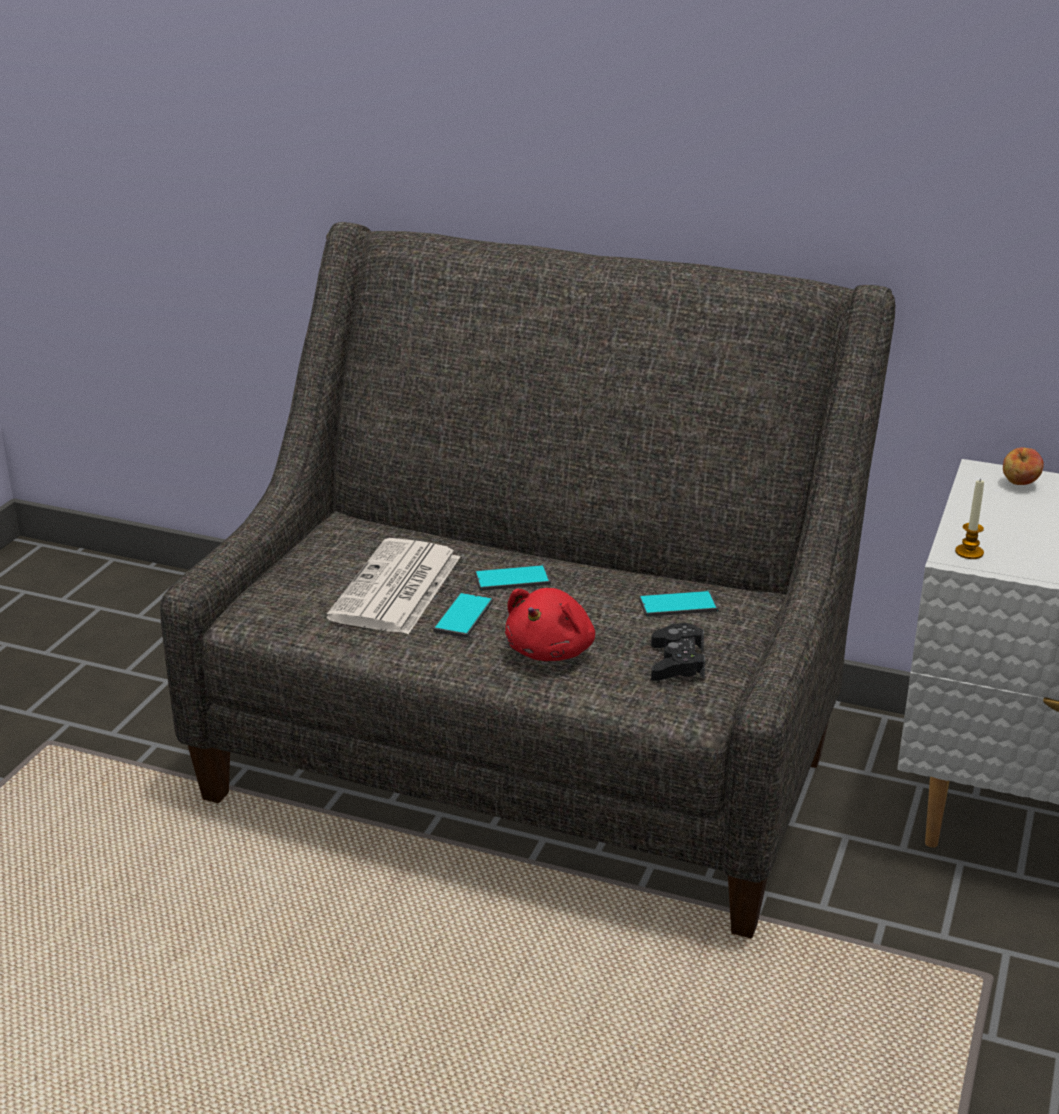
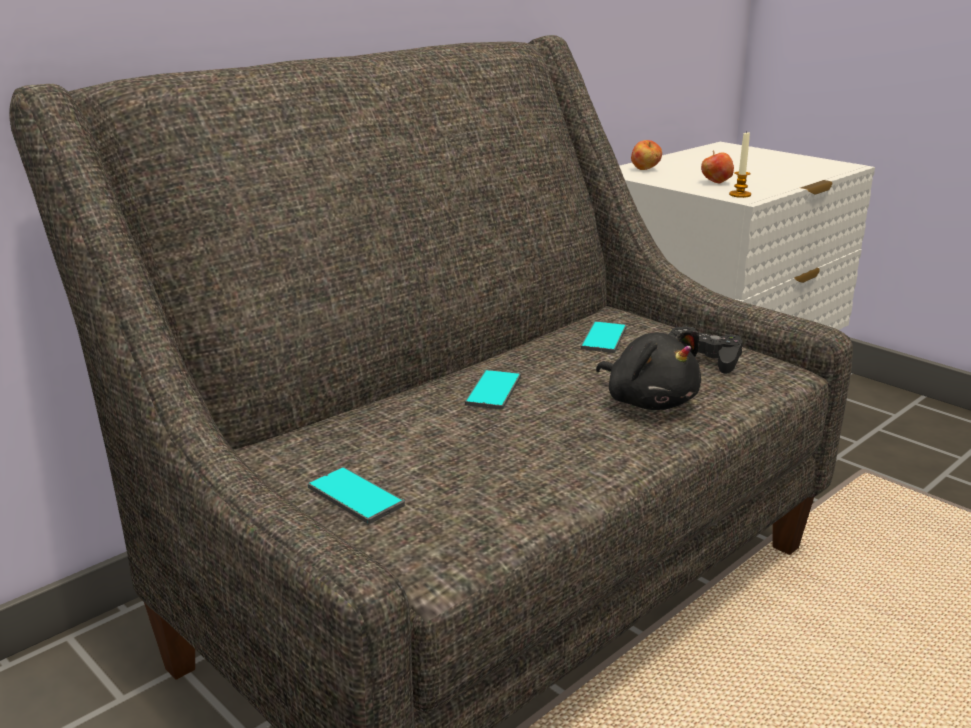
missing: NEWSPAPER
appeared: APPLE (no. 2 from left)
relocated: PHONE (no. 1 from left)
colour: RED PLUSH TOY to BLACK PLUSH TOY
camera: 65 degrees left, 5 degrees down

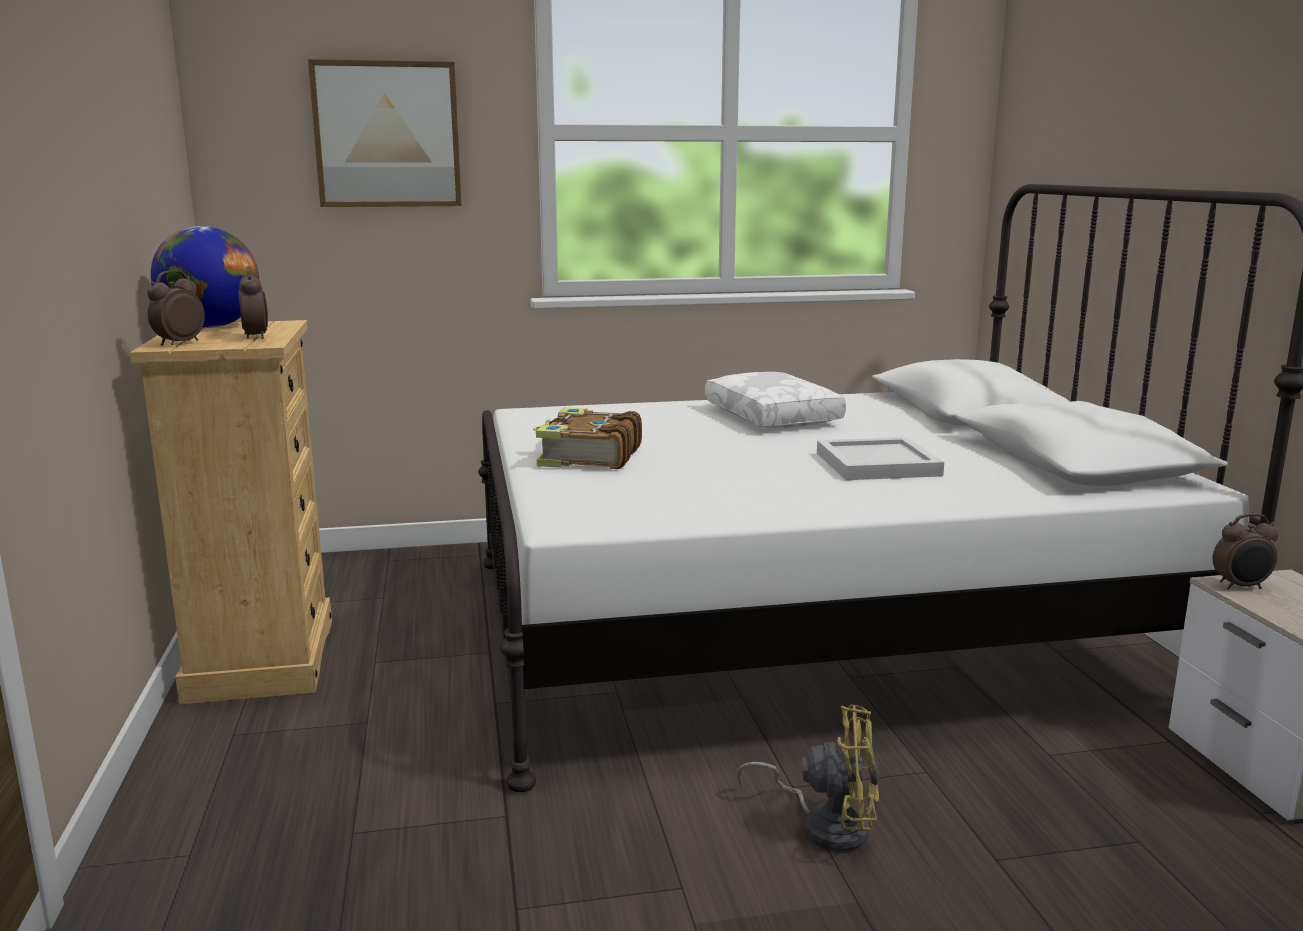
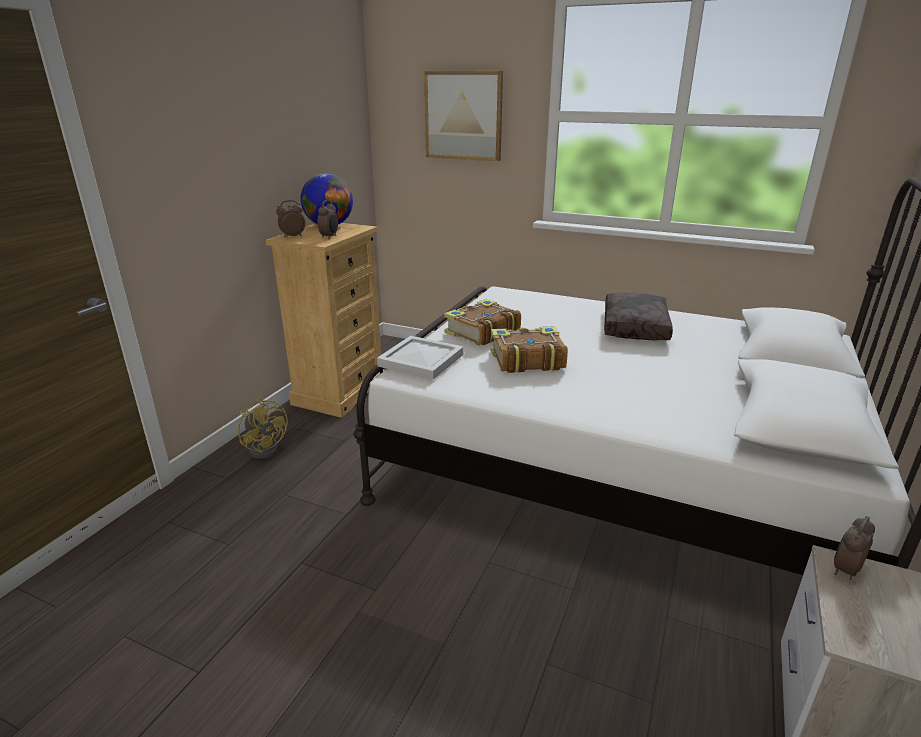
appeared: BOOK (no. 2 from left)
relocated: YELLOW FAN; WHITE TRAY
colour: WHITE PILLOW to BROWN PILLOW
spun: ALARM CLOCK (no. 3 from left) 105 degrees clockwise
camera: 35 degrees right, 10 degrees up

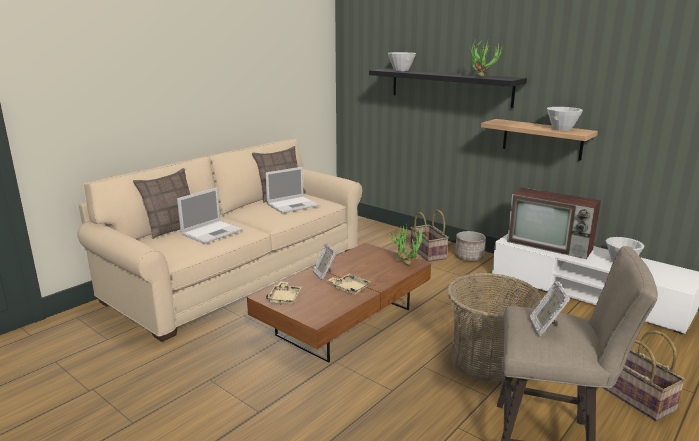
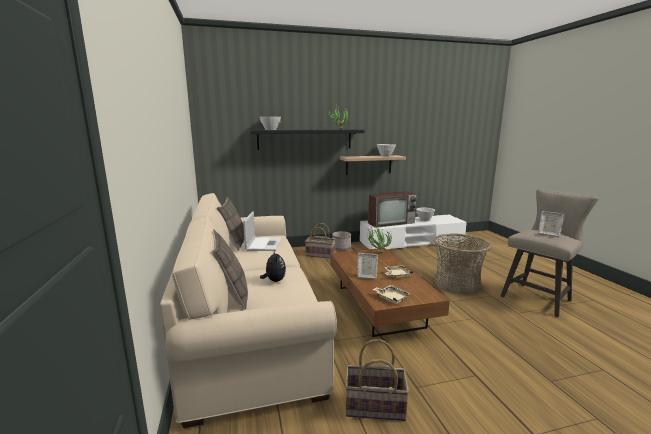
relocated: BASKET (no. 3 from left in the first image) to BASKET (no. 2 from left)
exchanged: LAPTOP (no. 1 from left) to PLUSH TOY
camera: 55 degrees left, 5 degrees down

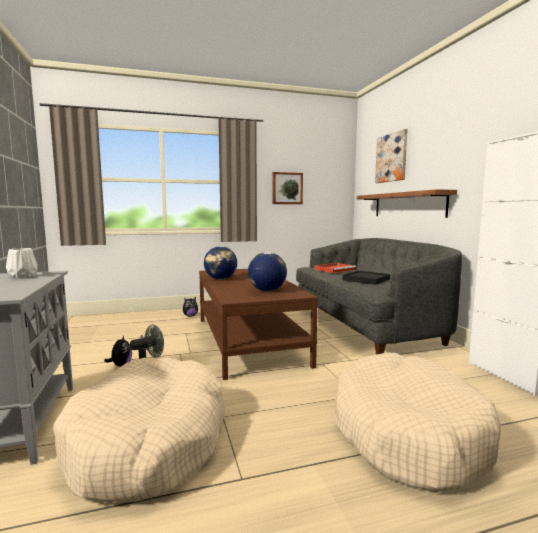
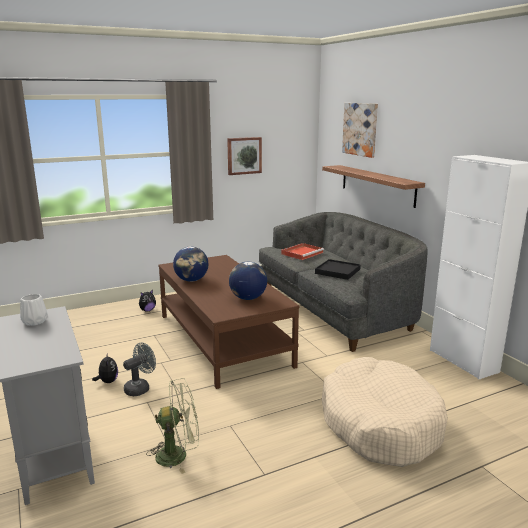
exchanged: BEIGE DOG BED (no. 1 from left) to GREEN FAN
camera: 10 degrees left, 10 degrees up

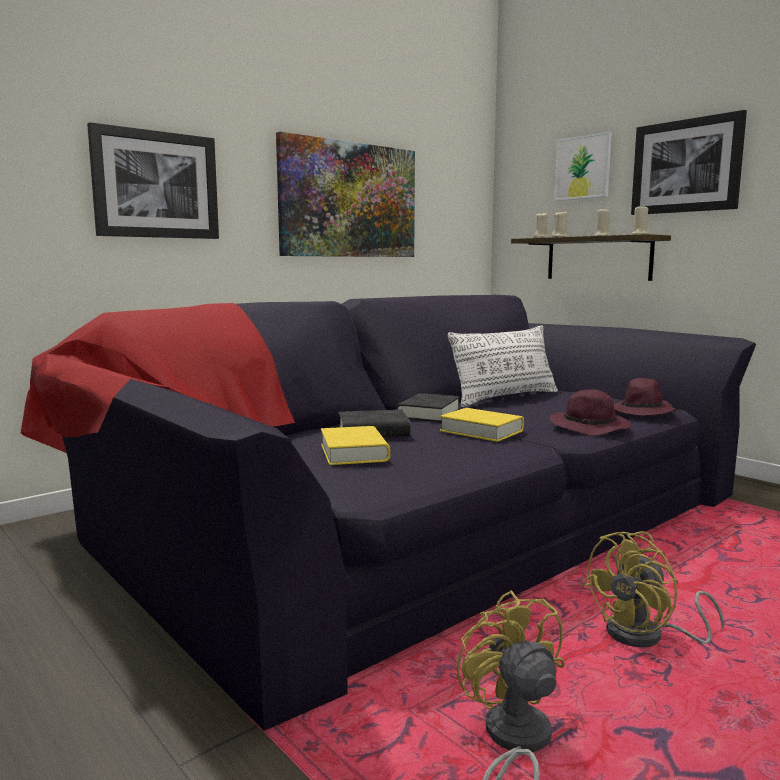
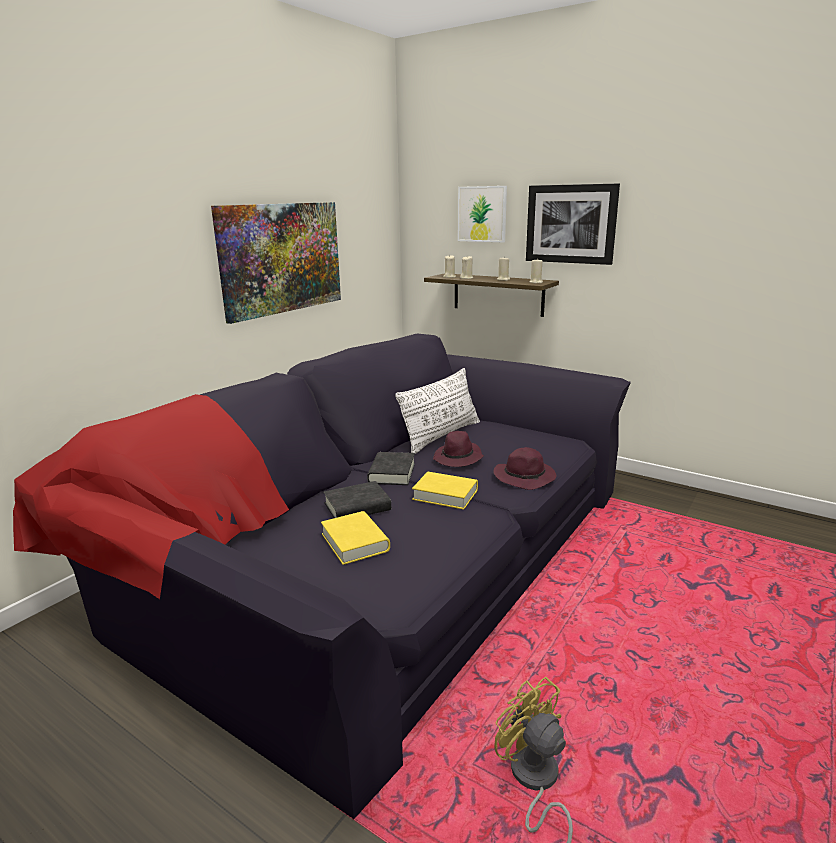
missing: PICTURE (no. 1 from left); YELLOW FAN (no. 2 from left)
relocated: PURPLE HAT (no. 2 from left in the first image) to PURPLE HAT (no. 1 from left)
camera: 15 degrees left, 10 degrees up

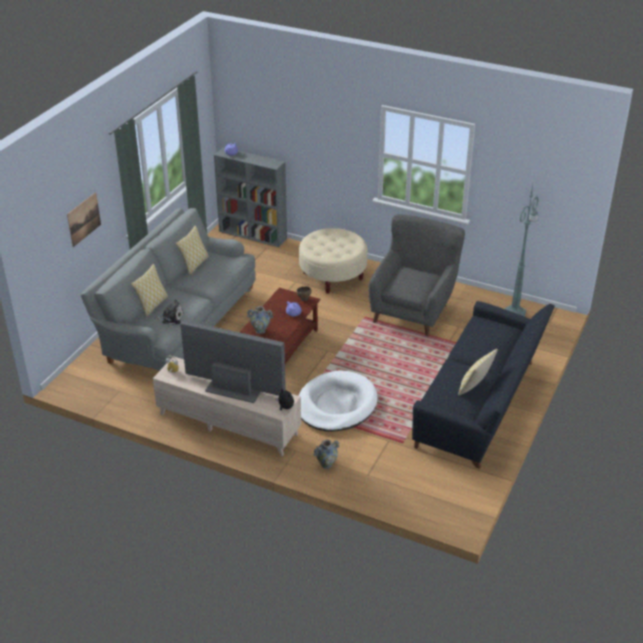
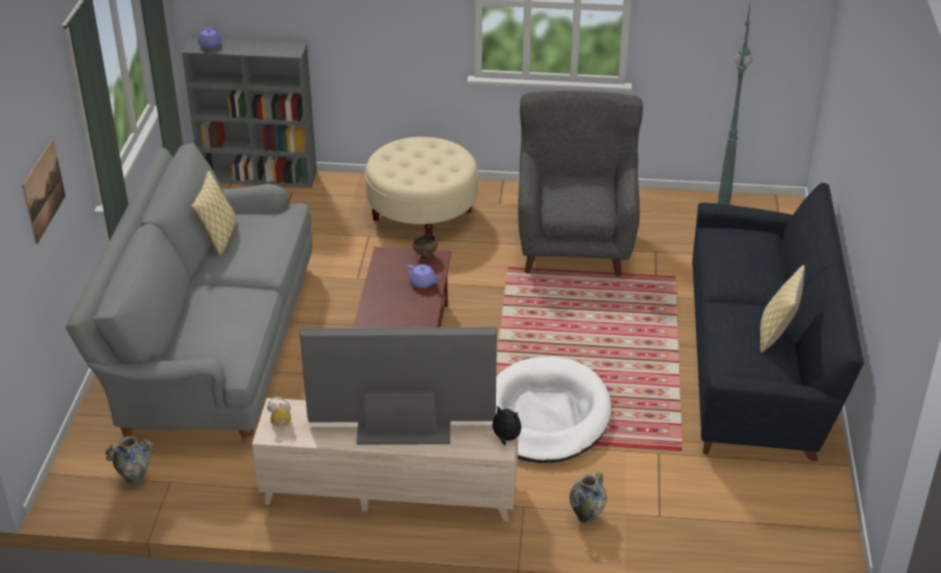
missing: PILLOW (no. 1 from left); PLUSH TOY (no. 1 from left)
relocated: VASE (no. 1 from left)
camera: 20 degrees left, 0 degrees up

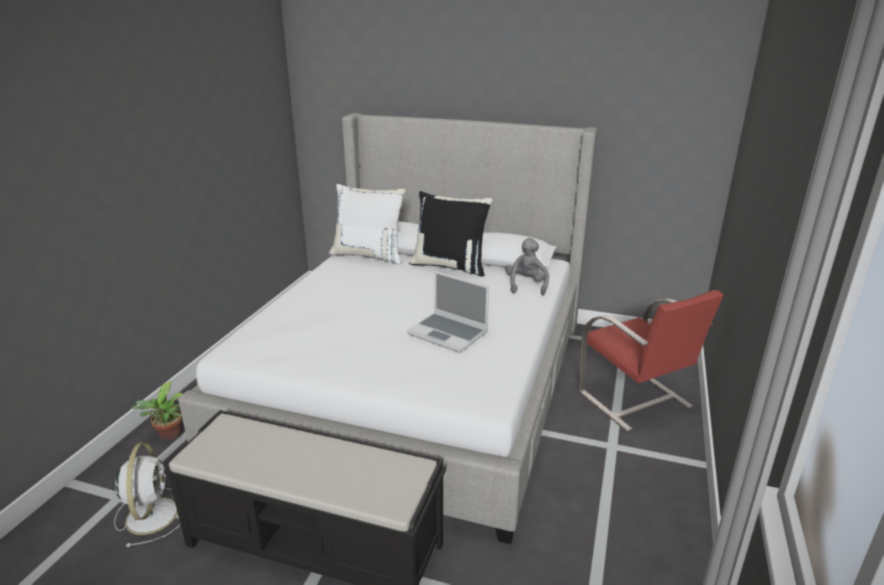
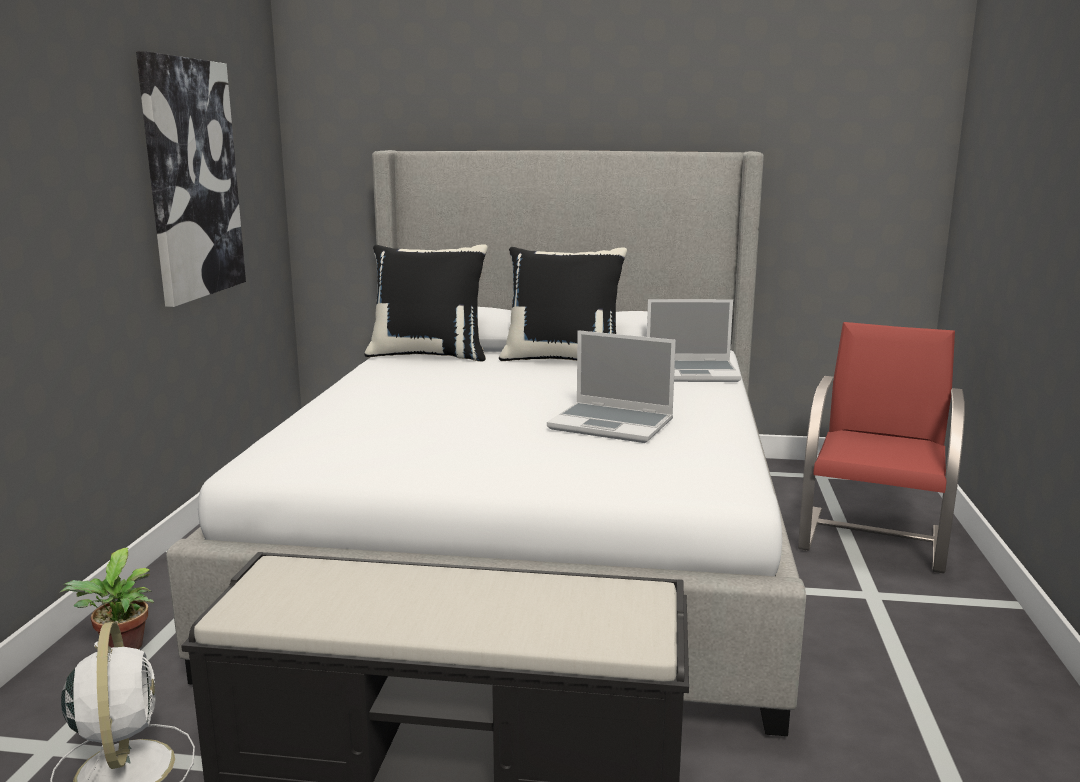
appeared: PICTURE
exchanged: GREY PLUSH TOY to LAPTOP (no. 2 from left)
colour: WHITE PILLOW to BLACK PILLOW (no. 1 from left)
spun: RED CHAIR 120 degrees counterclockwise
camera: 10 degrees left, 10 degrees down

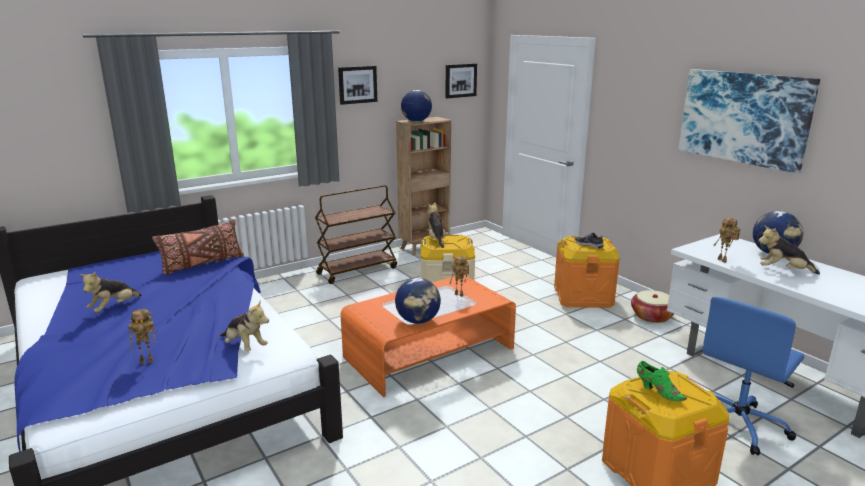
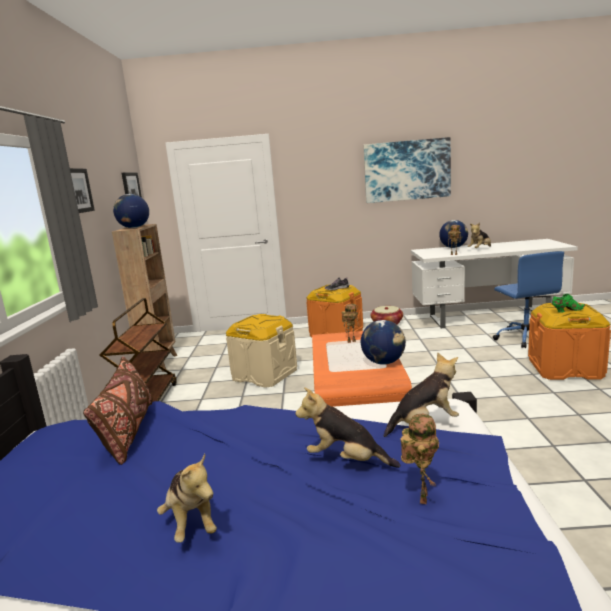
relocated: PLUSH TOY (no. 3 from left in the first image) to PLUSH TOY (no. 2 from left)
camera: 55 degrees left, 5 degrees down

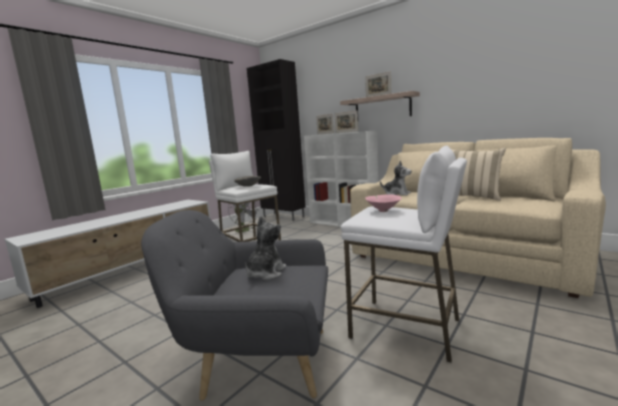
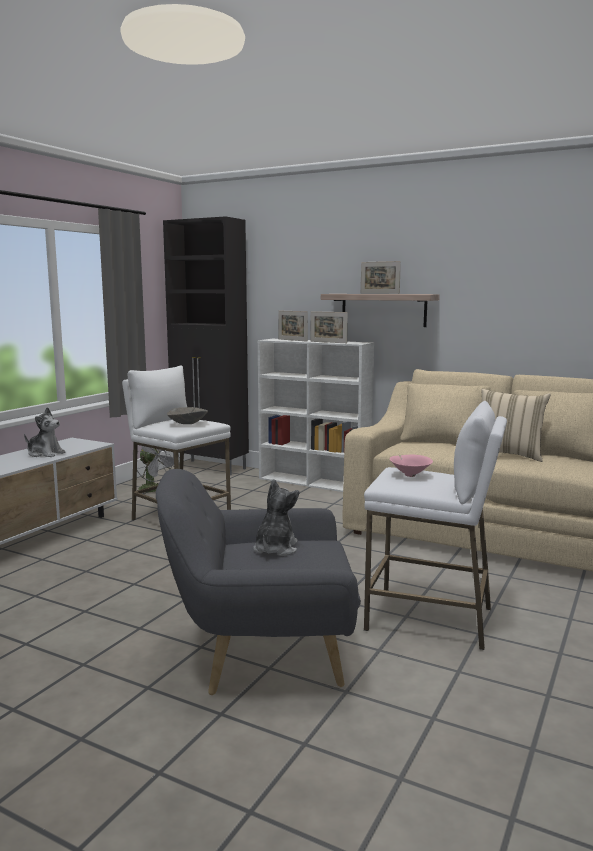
relocated: PLUSH TOY (no. 2 from left in the first image) to PLUSH TOY (no. 1 from left)
camera: 10 degrees left, 0 degrees up

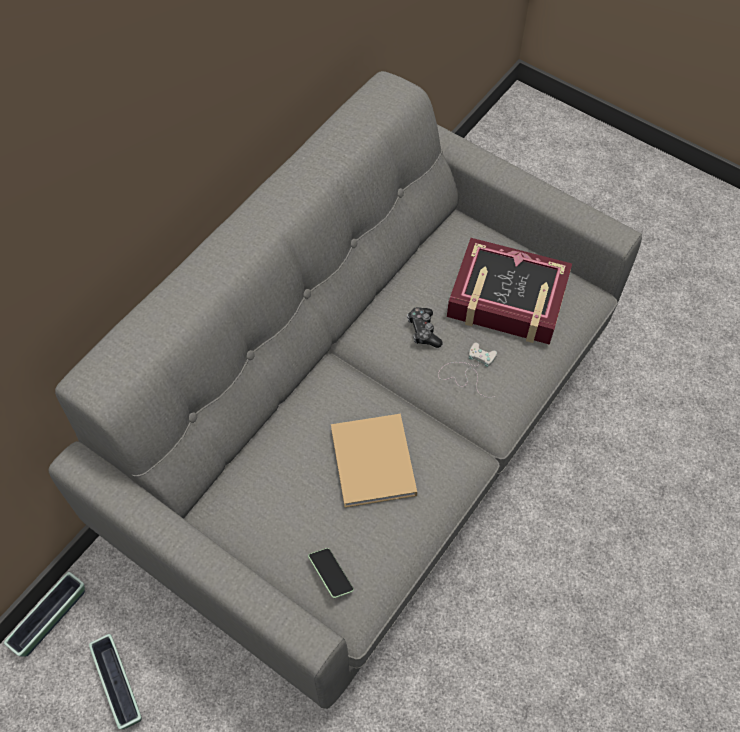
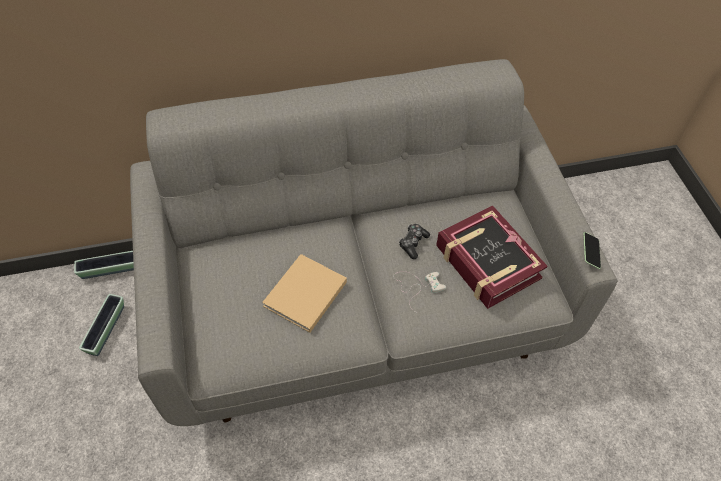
relocated: PHONE
camera: 40 degrees right, 5 degrees down

